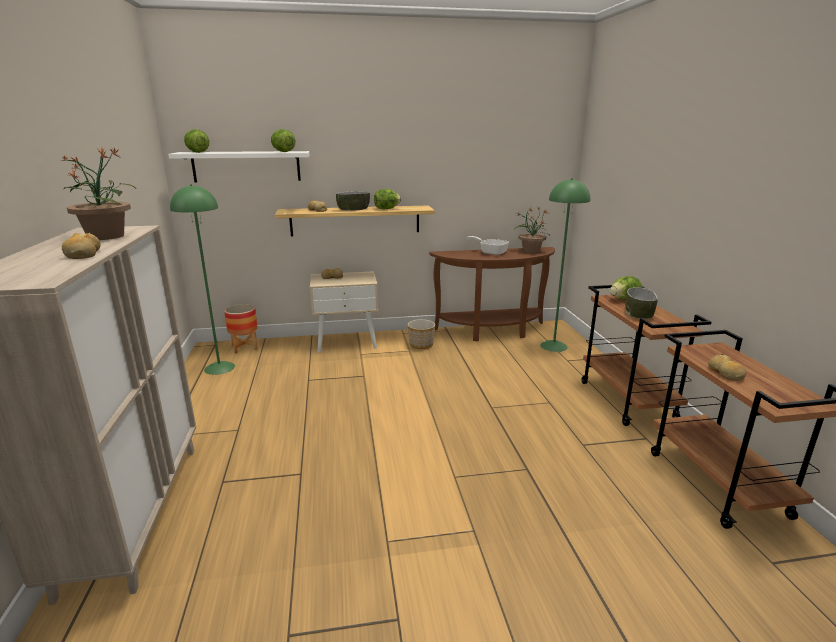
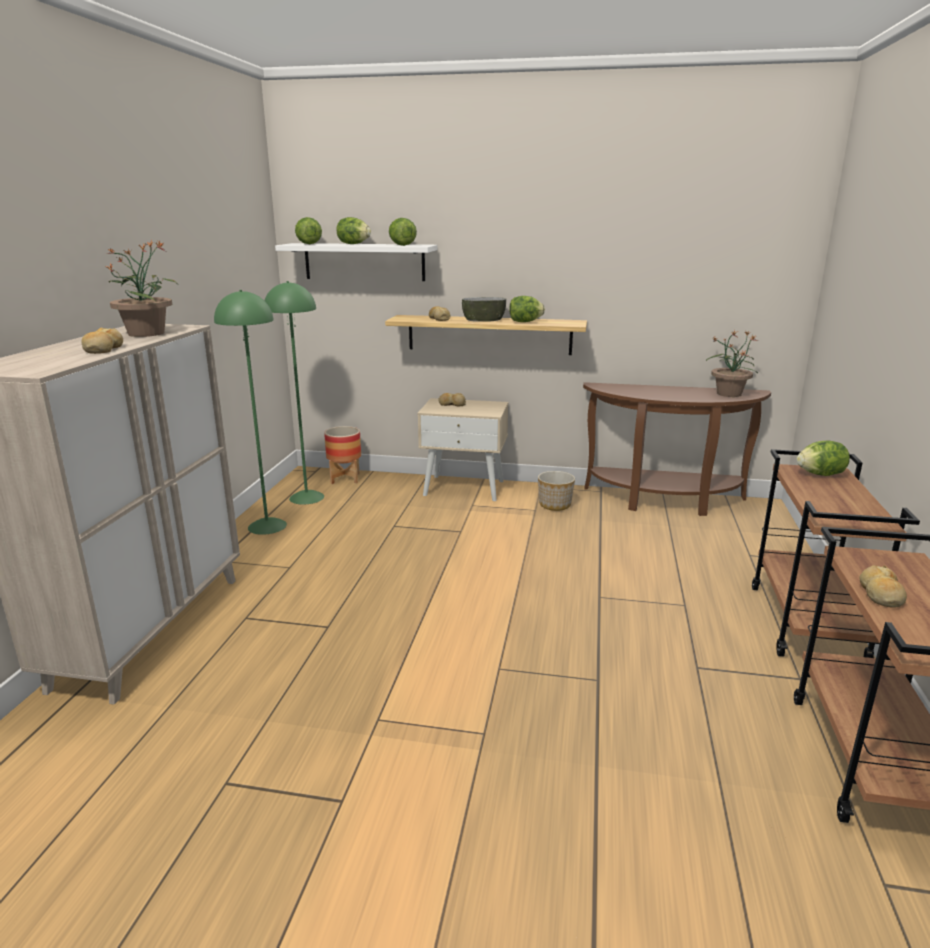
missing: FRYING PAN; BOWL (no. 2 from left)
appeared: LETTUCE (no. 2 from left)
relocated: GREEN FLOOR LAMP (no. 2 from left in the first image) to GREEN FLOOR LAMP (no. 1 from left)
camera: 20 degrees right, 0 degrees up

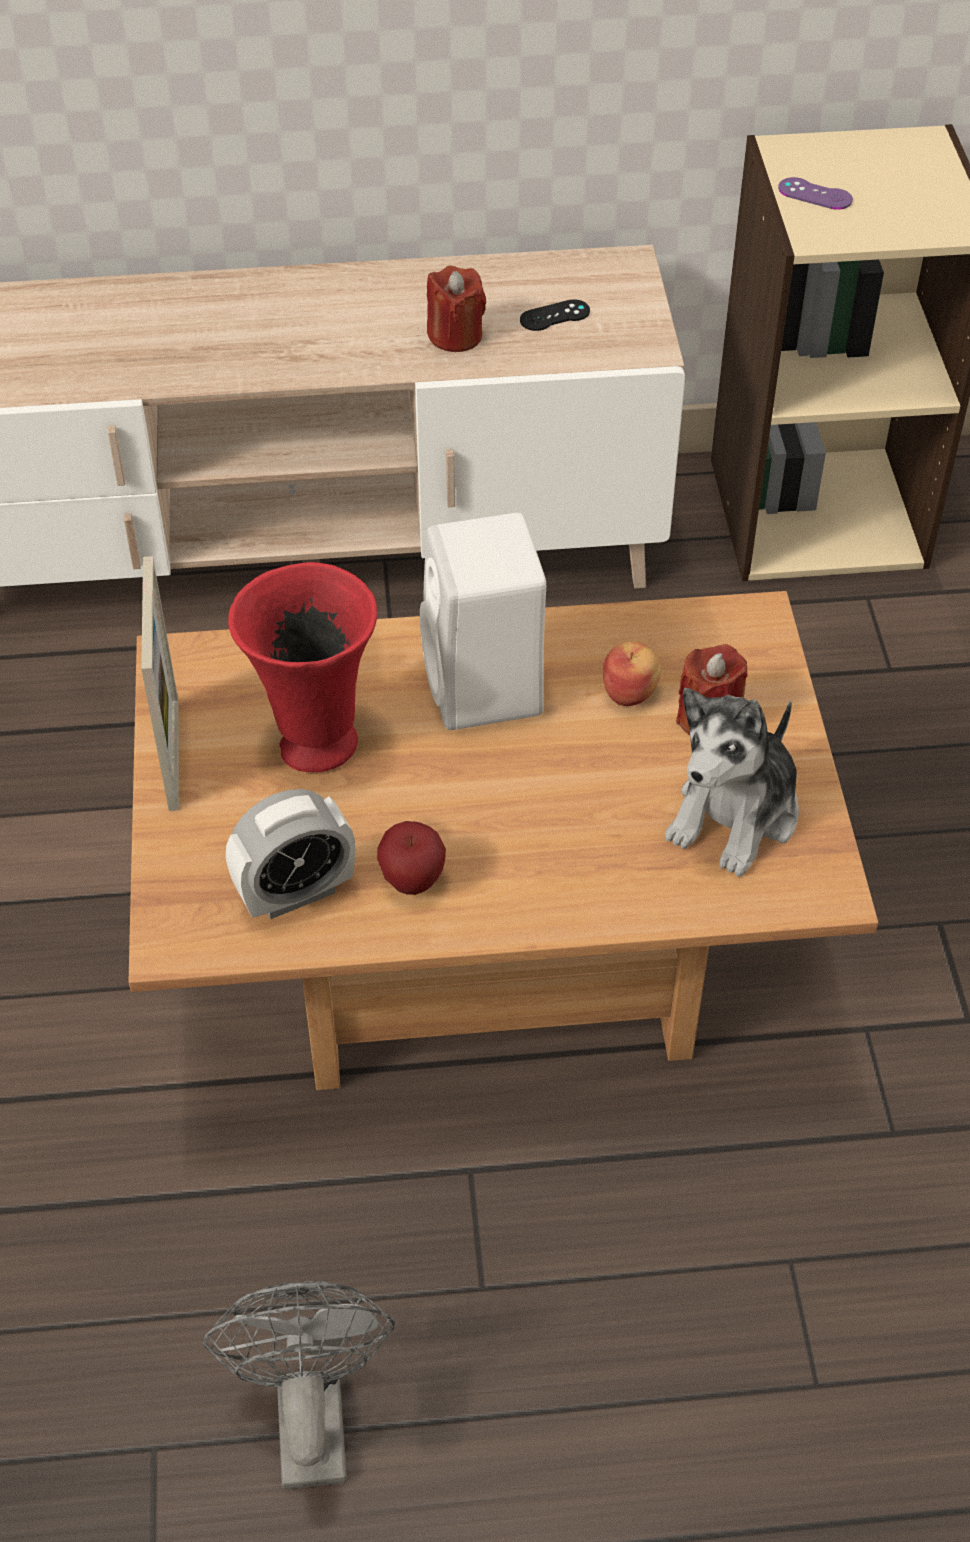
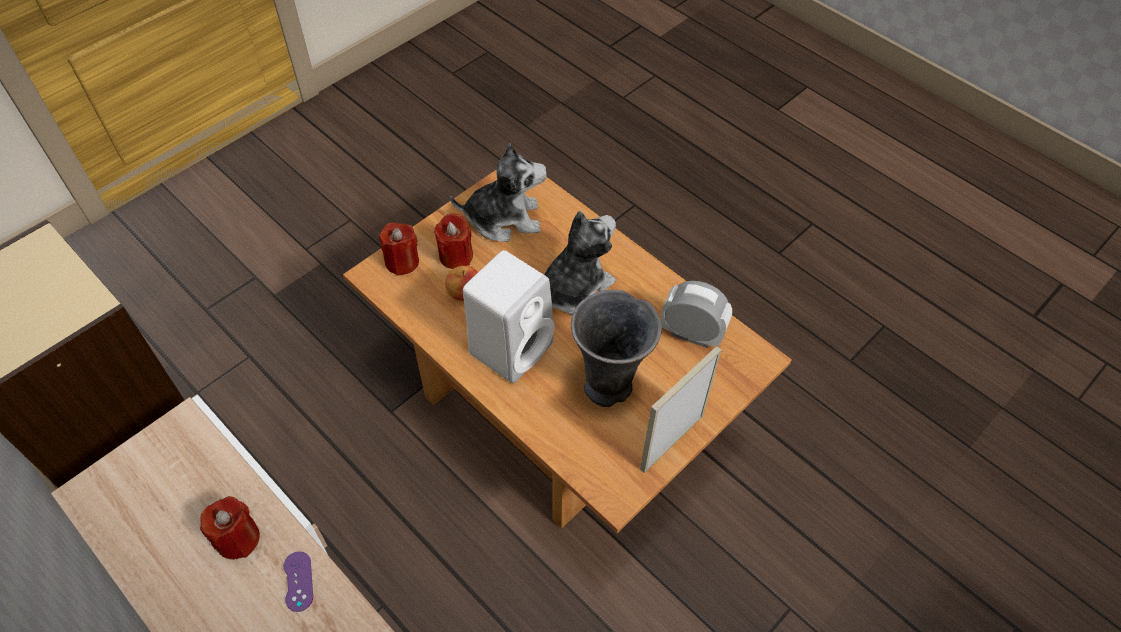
missing: GREY FAN; APPLE (no. 1 from left); BLACK GAME CONTROLLER
appeared: RED CANDLE (no. 2 from left); PLUSH TOY (no. 2 from left)
relocated: PURPLE GAME CONTROLLER
colour: RED VASE to GREY VASE
camera: 130 degrees left, 5 degrees up

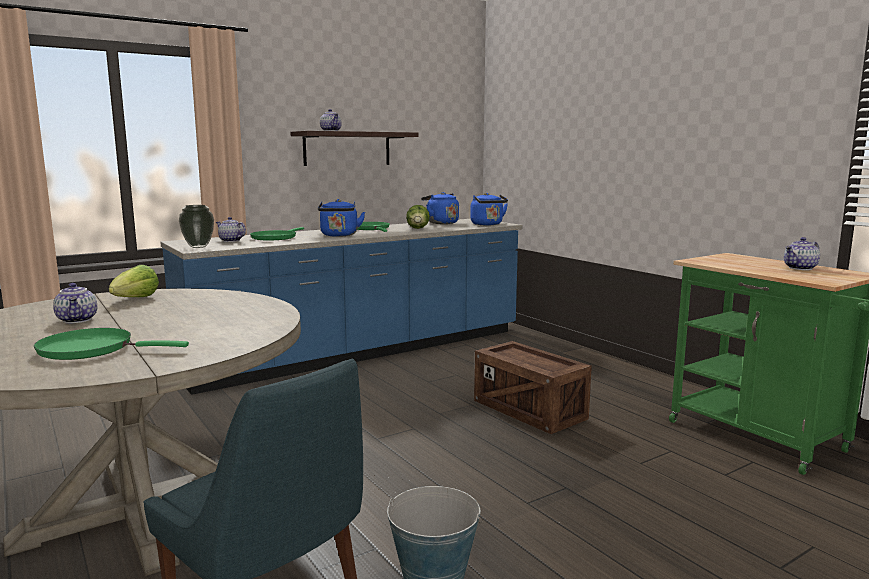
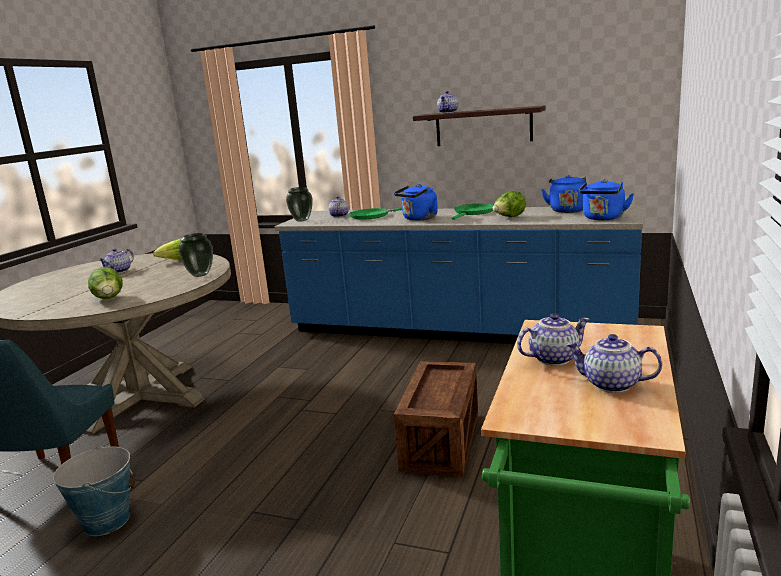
missing: GREEN FRYING PAN (no. 1 from left)
appeared: LETTUCE (no. 1 from left); VASE (no. 1 from left); TEAPOT (no. 4 from left)
camera: 55 degrees right, 5 degrees up

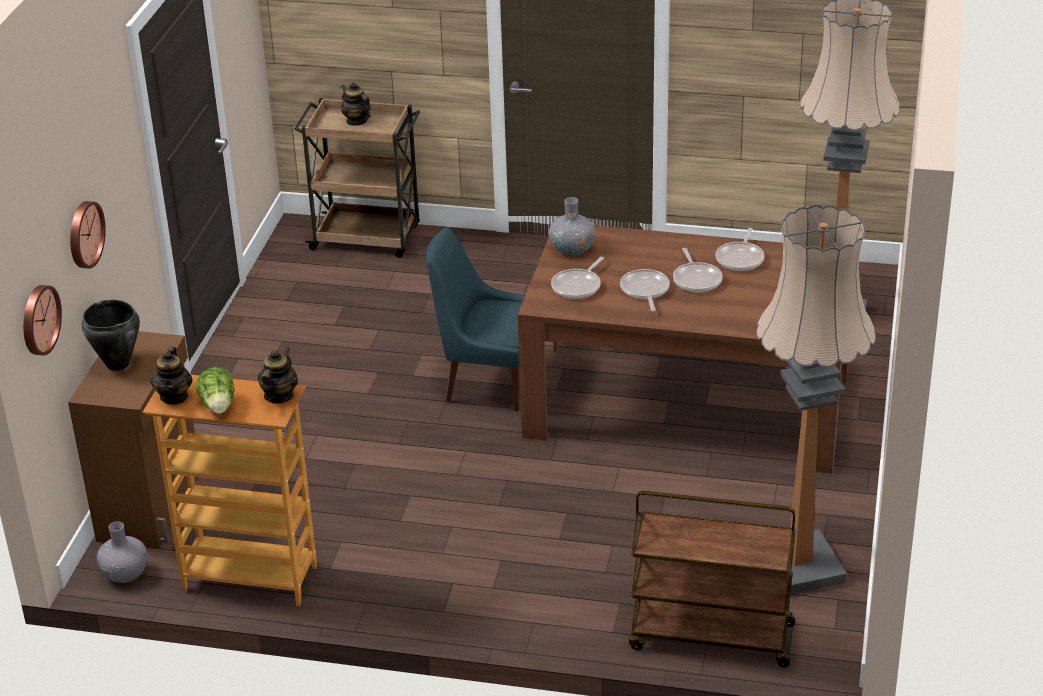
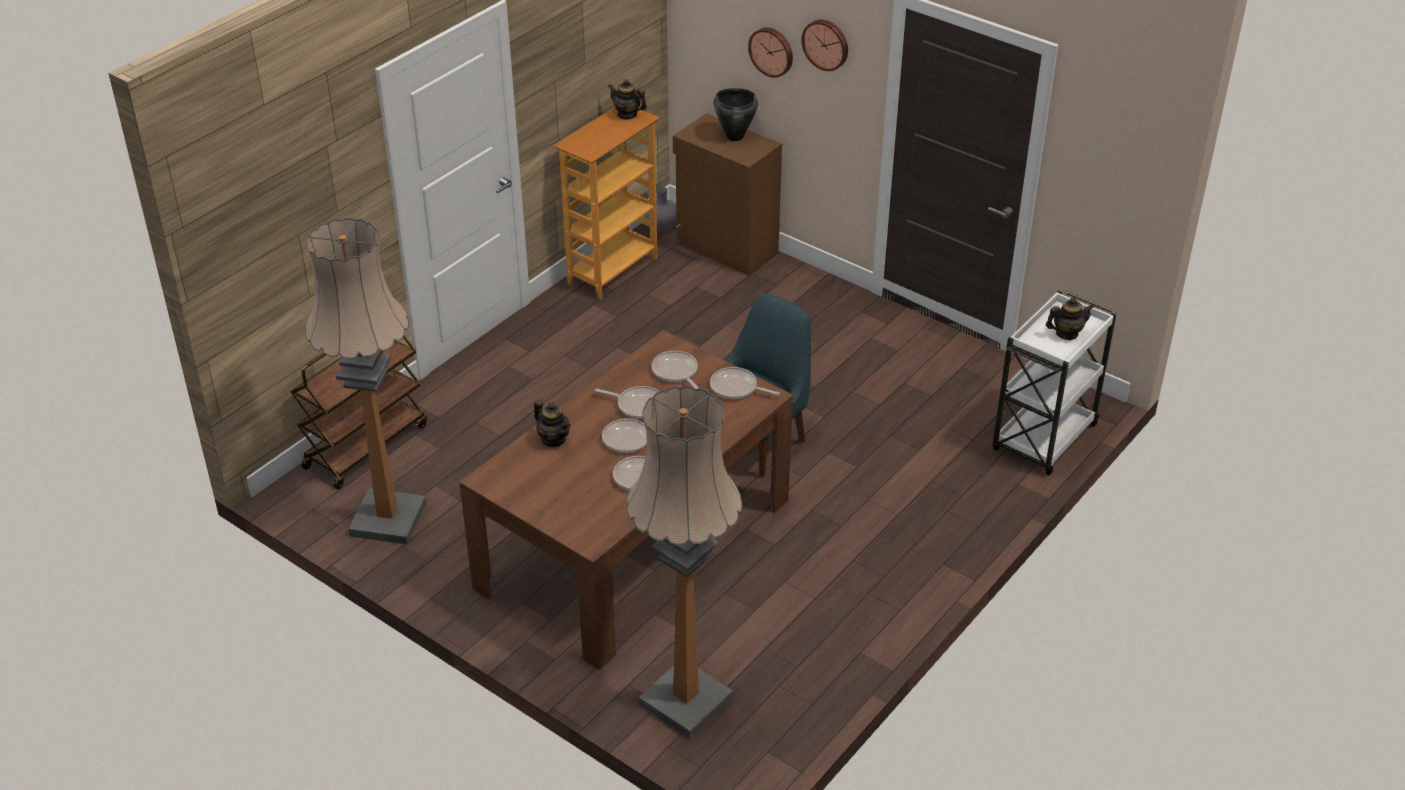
missing: LETTUCE
relocated: WALL CLOCK (no. 1 from left in the first image) to WALL CLOCK (no. 2 from left); TEAPOT (no. 2 from left in the first image) to TEAPOT (no. 1 from left)
exchanged: GREY VASE (no. 2 from left) to FRYING PAN (no. 5 from left)
colour: BROWN CART (no. 1 from left) to WHITE CART
camera: 115 degrees right, 5 degrees up

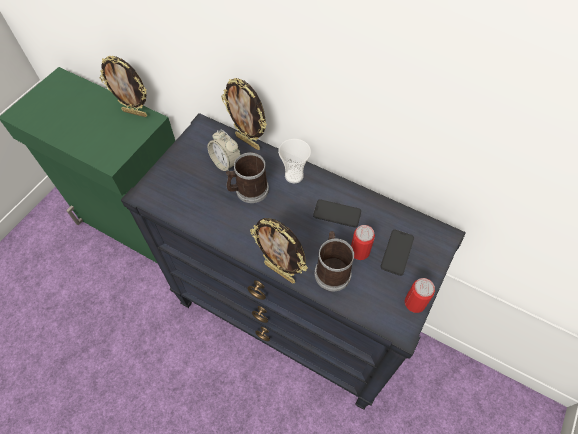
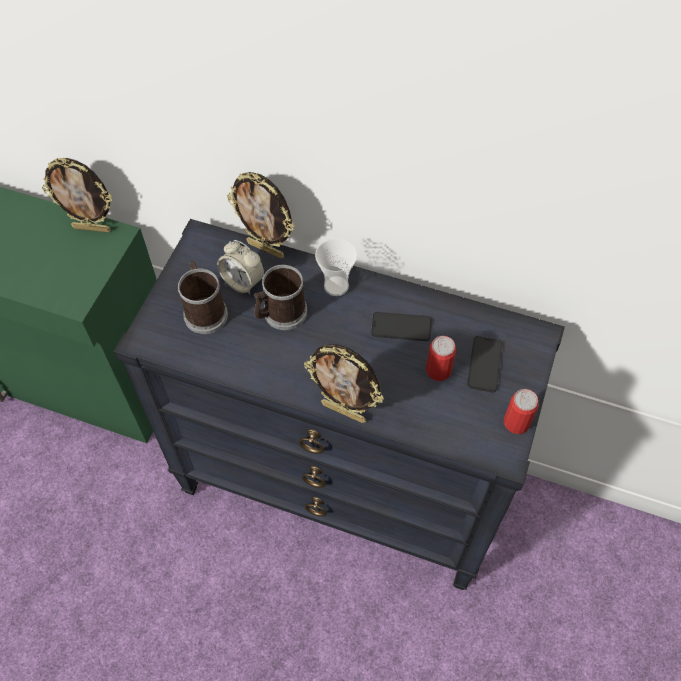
relocated: MUG (no. 2 from left in the first image) to MUG (no. 1 from left)
camera: 10 degrees left, 0 degrees up

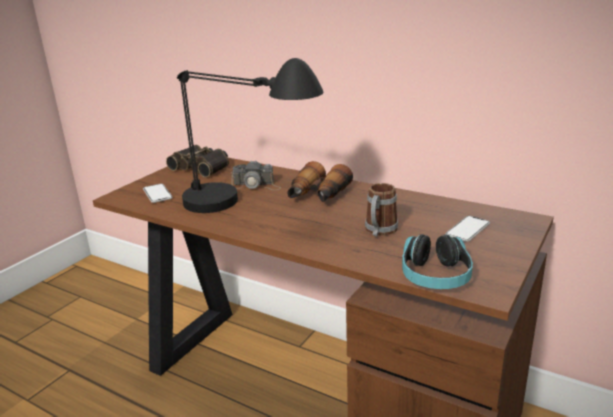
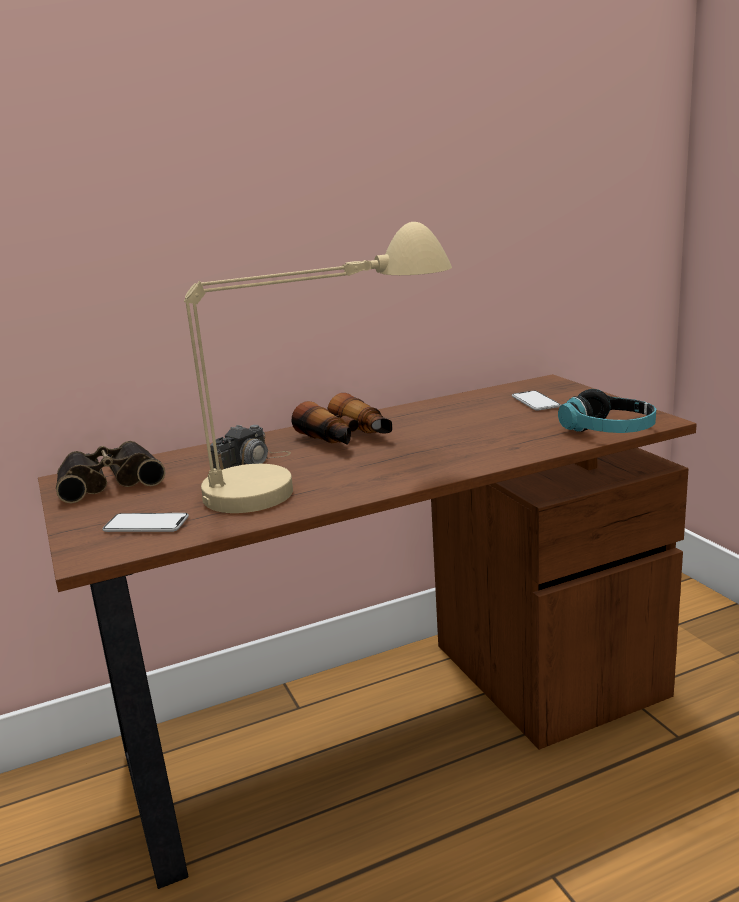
missing: MUG
colour: BLACK TABLE LAMP to BEIGE TABLE LAMP
camera: 55 degrees left, 5 degrees down

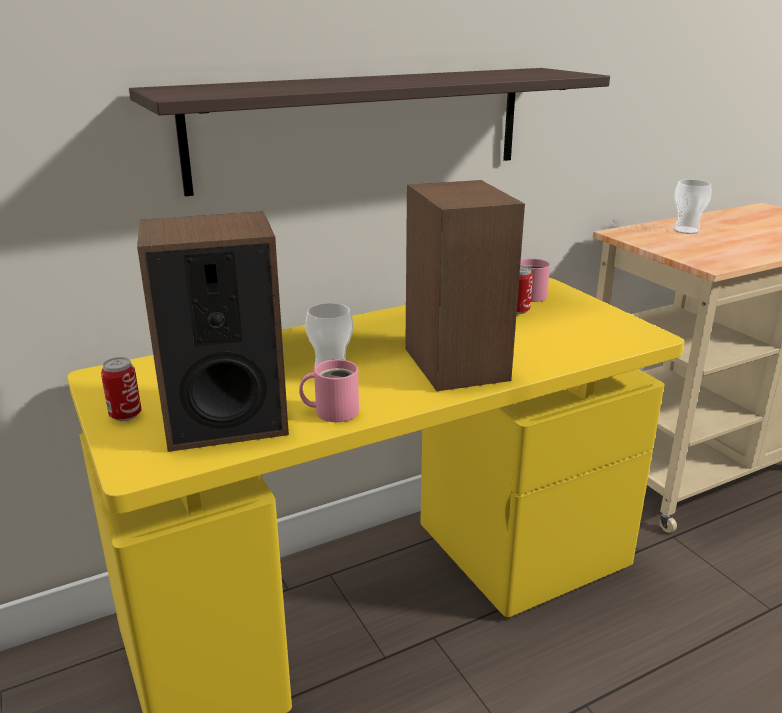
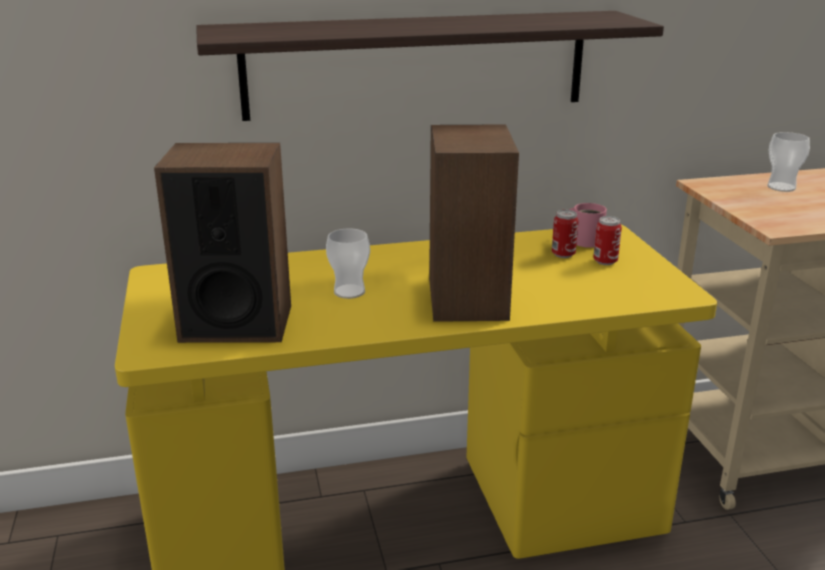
missing: PINK MUG (no. 1 from left)
relocated: CAN (no. 1 from left in the first image) to CAN (no. 2 from left)
camera: 15 degrees right, 0 degrees up

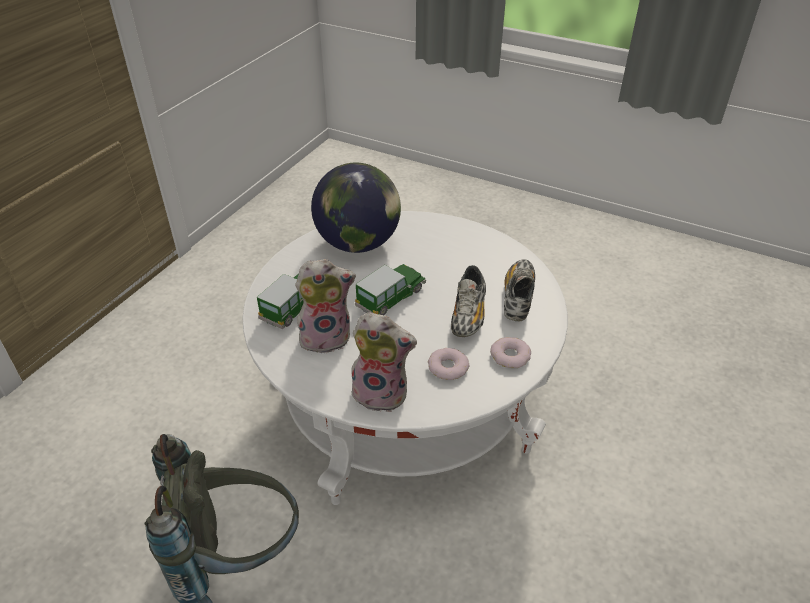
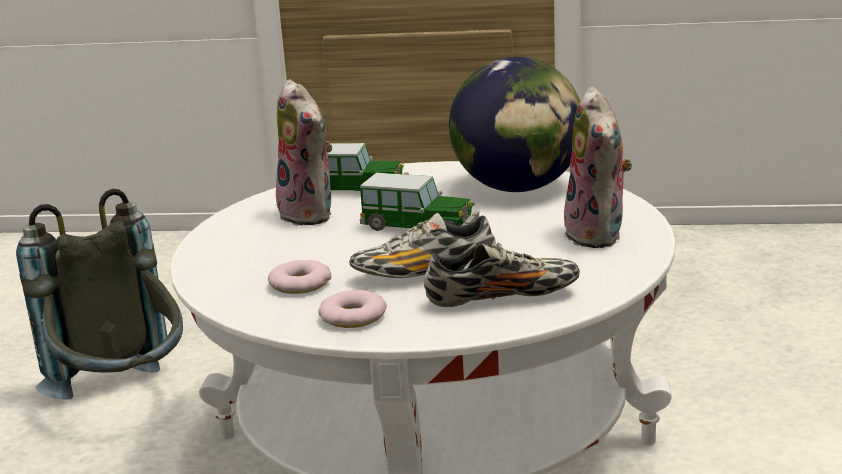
relocated: PLUSH TOY (no. 2 from left)
camera: 70 degrees right, 20 degrees down

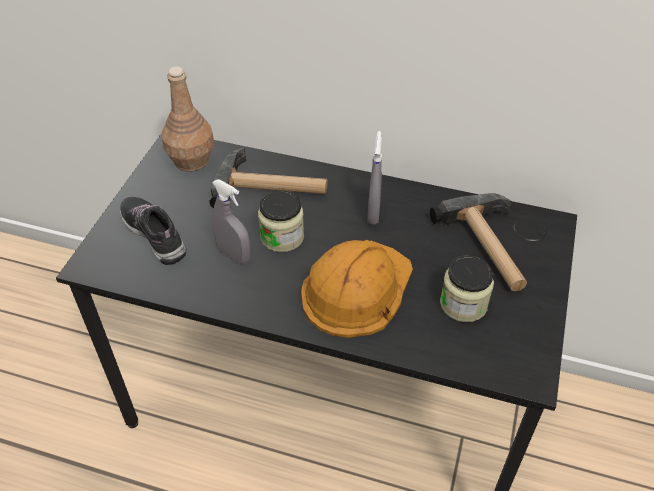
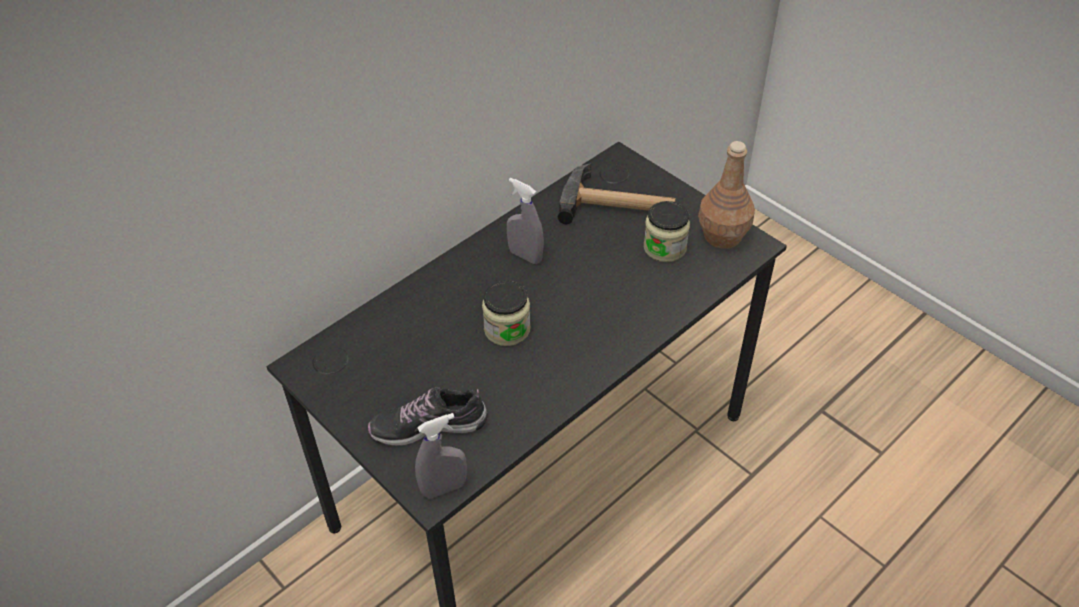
missing: HAMMER (no. 1 from left); ORANGE HARD HAT
relocated: BROWN BOTTLE; GREY SPRAY BOTTLE (no. 1 from left)
camera: 60 degrees left, 0 degrees up

